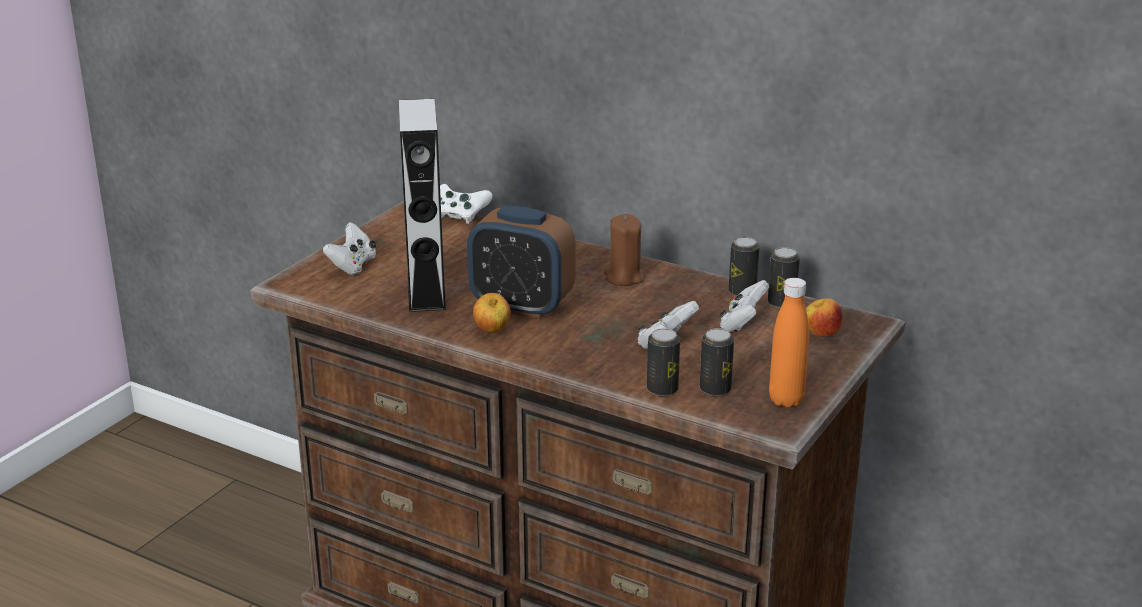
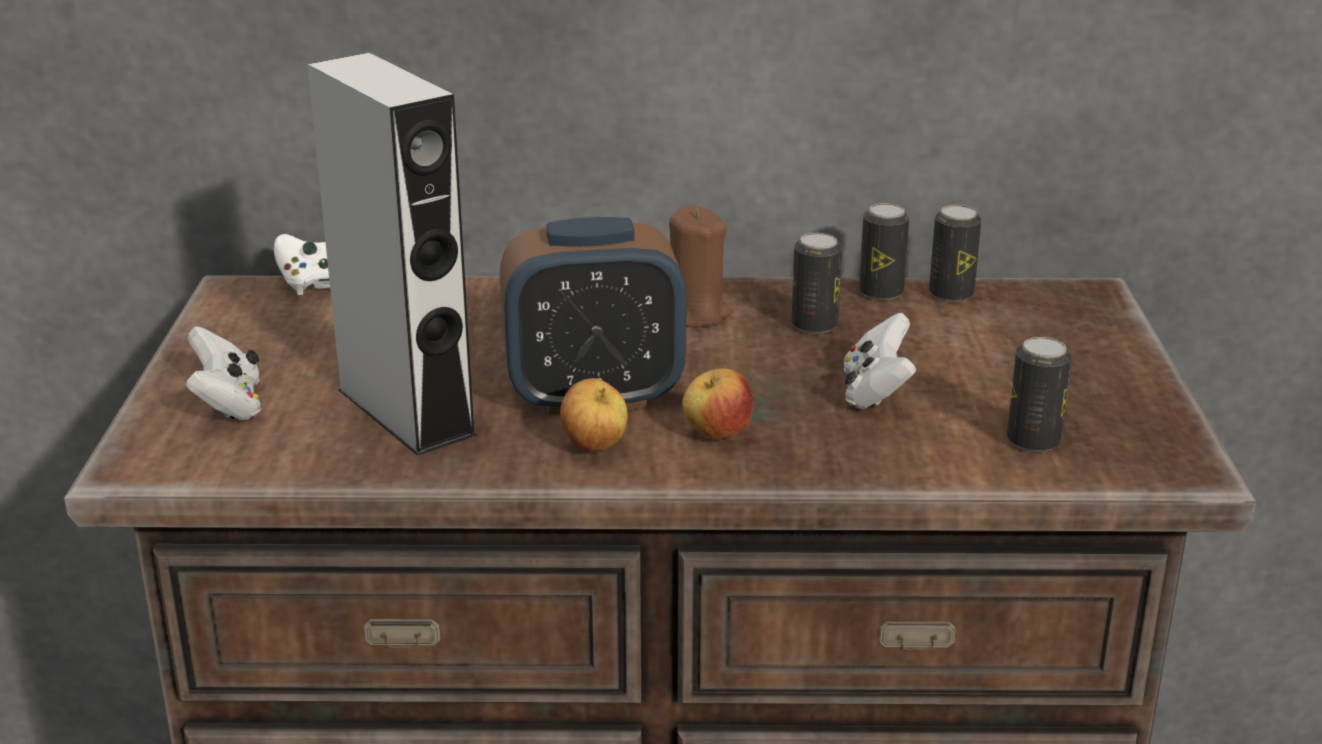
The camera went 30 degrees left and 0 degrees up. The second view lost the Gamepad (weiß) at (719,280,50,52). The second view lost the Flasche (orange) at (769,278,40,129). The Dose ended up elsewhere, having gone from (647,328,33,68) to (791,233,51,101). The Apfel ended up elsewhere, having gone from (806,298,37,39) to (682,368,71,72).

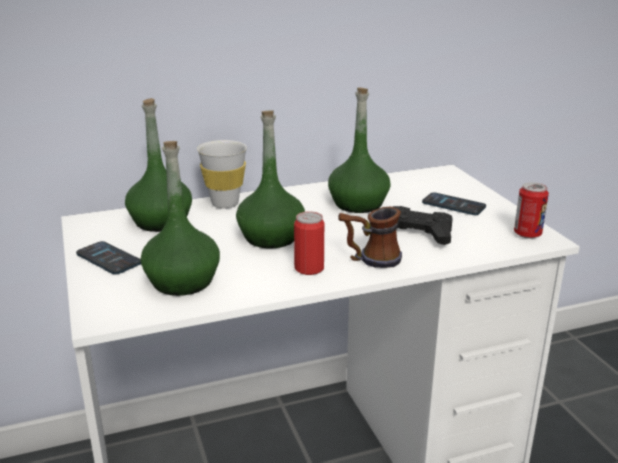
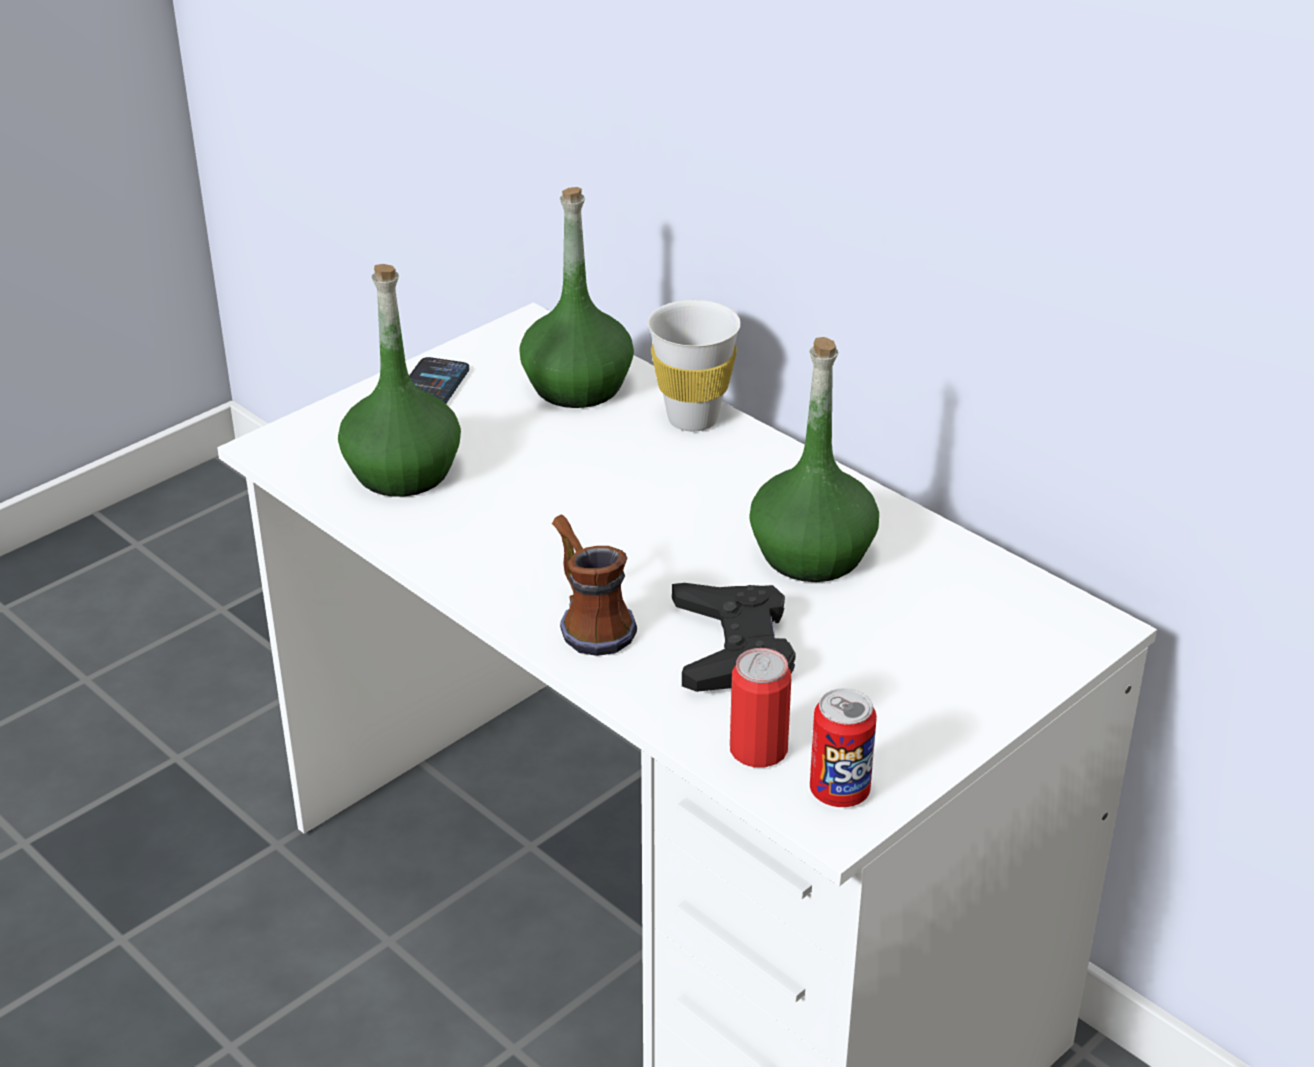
The camera went 65 degrees right and 10 degrees up. The second view lost the Flasche (grün) at (236,110,69,138). The second view lost the Handy at (422,193,64,22). The Dose ended up elsewhere, having gone from (294,211,30,64) to (730,648,61,120).

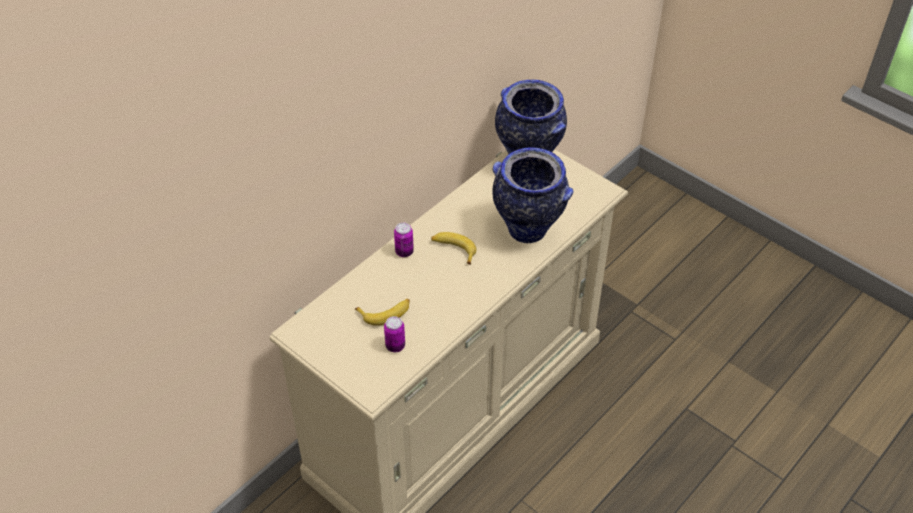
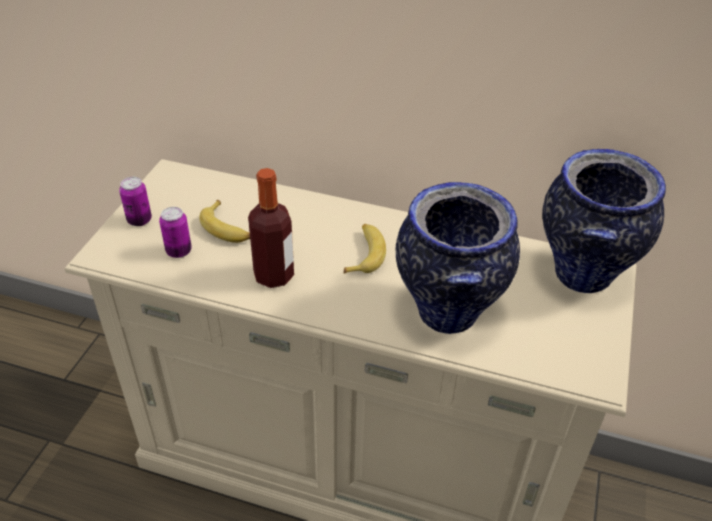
The camera went 65 degrees right and 5 degrees down. The second view gained the Flasche at (248,168,46,120). The Dose ended up elsewhere, having gone from (394,223,20,34) to (119,177,33,49).

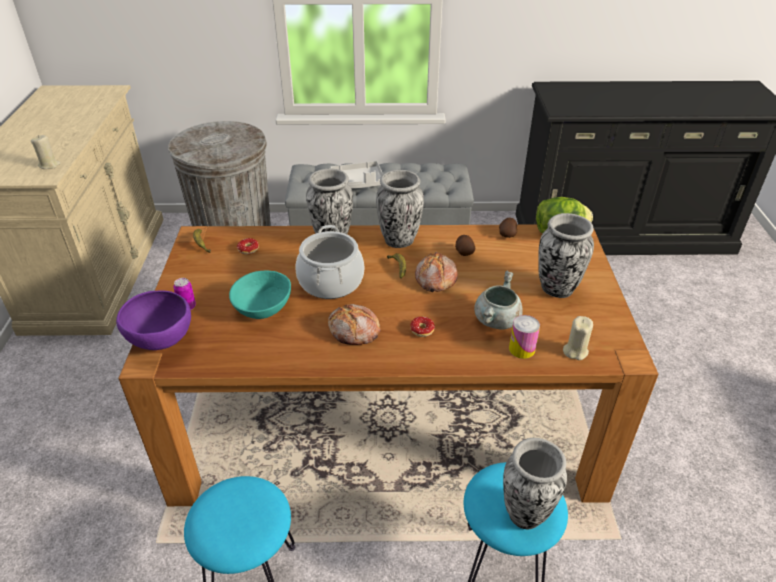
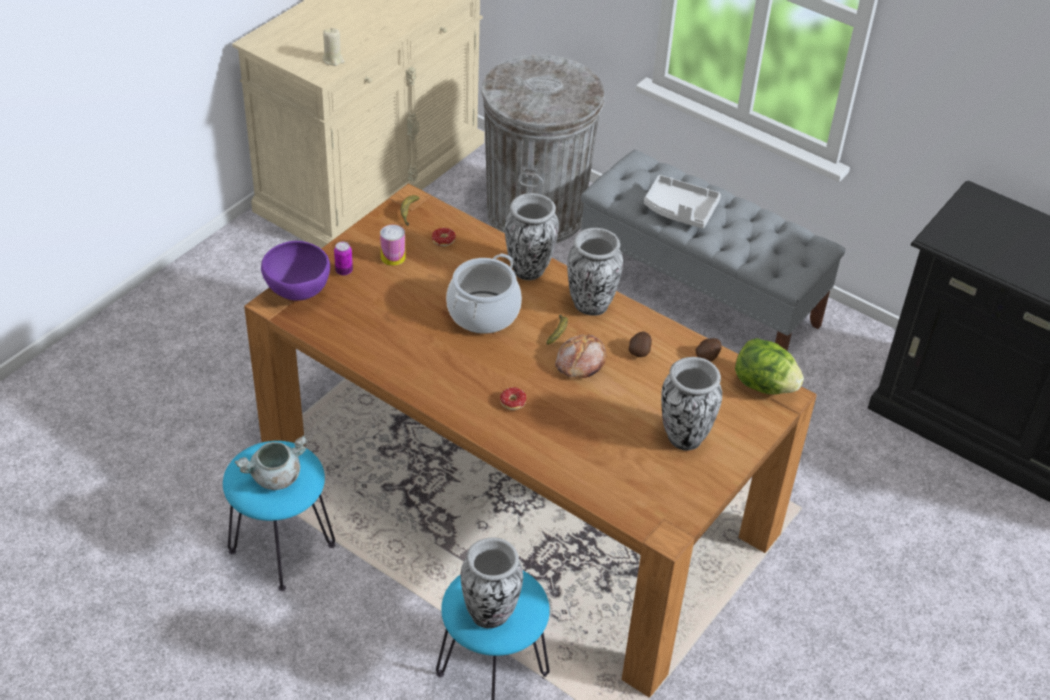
The camera went 35 degrees right and 5 degrees up. The second view lost the Schüssel (türkis) at (229,271,62,48). The second view lost the Brot at (328,304,53,41). The second view lost the Kerze (beige) at (563,316,30,44). The Kochtopf (grau) ended up elsewhere, having gone from (474,271,49,59) to (235,435,72,55). The Dose ended up elsewhere, having gone from (509,315,31,44) to (380,225,26,41).

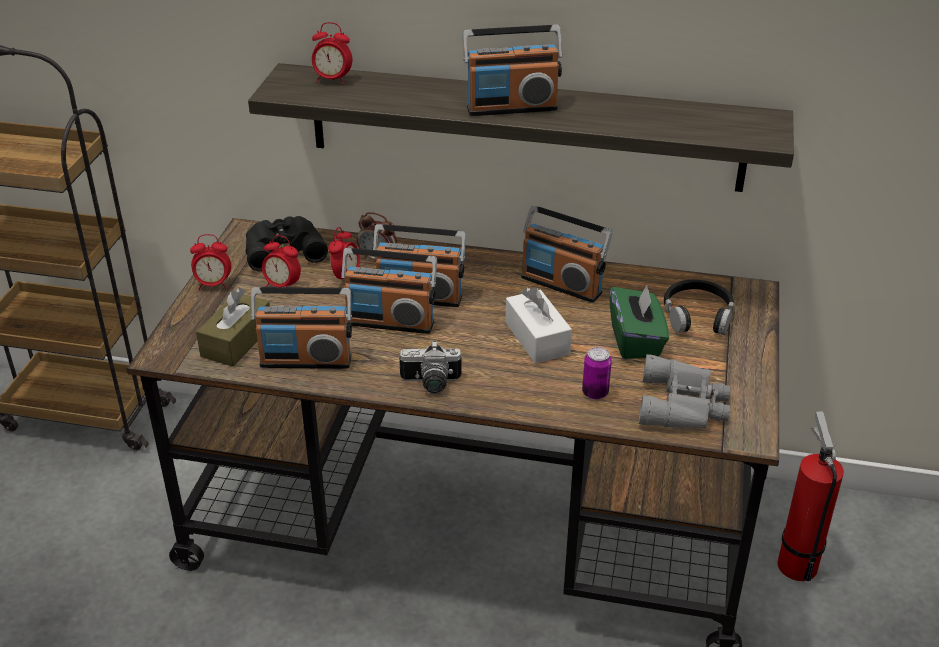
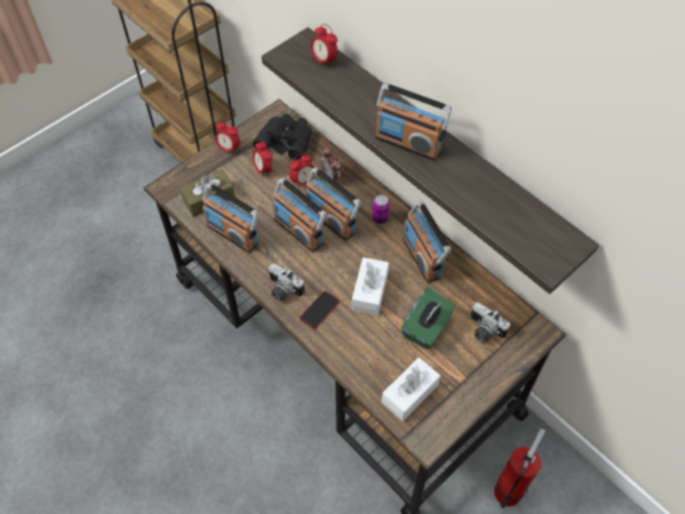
The camera went 35 degrees right and 20 degrees up. The second view gained the Handy at (299,291,40,38). The Dose ended up elsewhere, having gone from (582,347,30,53) to (372,195,18,29). Where the Fernglas (grau) stood at (639,354,91,74), the Taschentuchbox (weiß) came to stand at (382,357,59,64). Where the Kopfhörer (schwarz) stood at (664,280,70,55), the Kamera came to stand at (470,302,40,40).

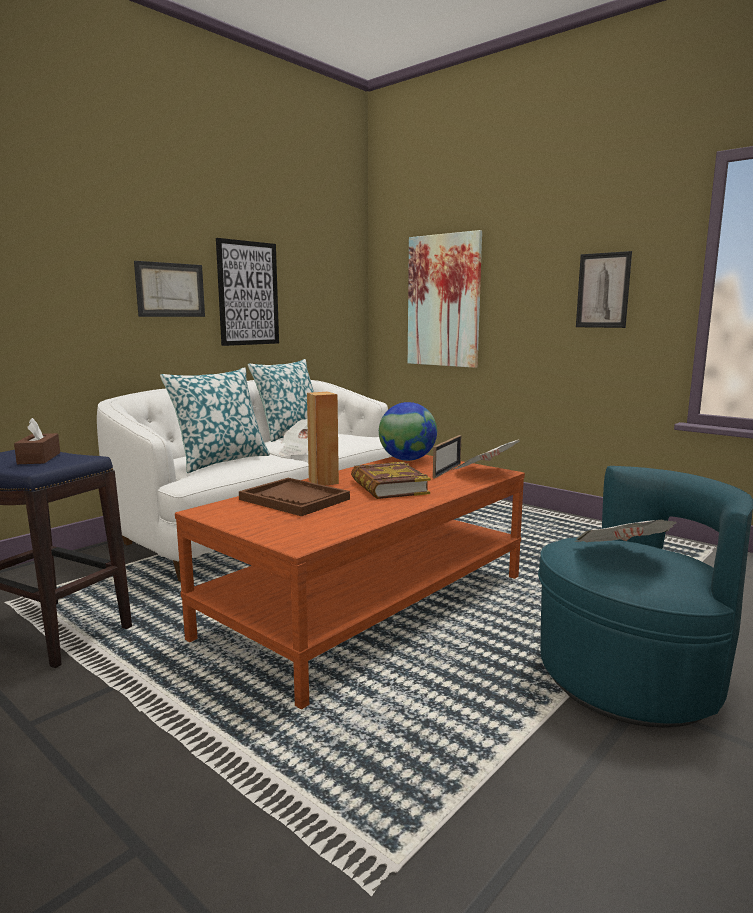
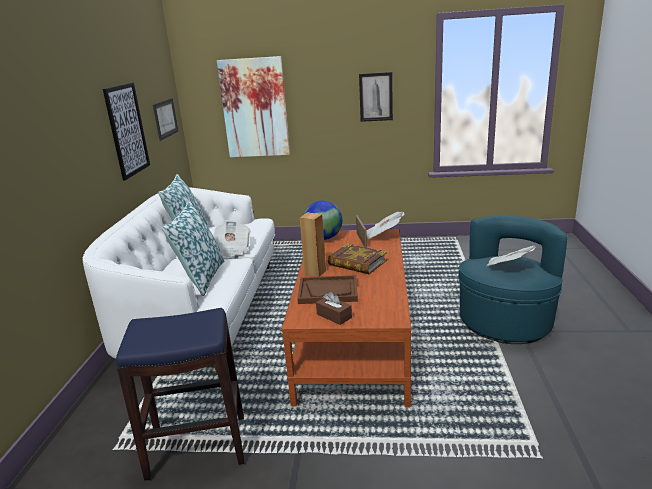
The camera went 35 degrees left and 10 degrees up. The Taschentuchbox (braun) ended up elsewhere, having gone from (14,418,46,46) to (316,292,36,33). The Bild ended up elsewhere, having gone from (134,261,71,56) to (153,98,25,43).

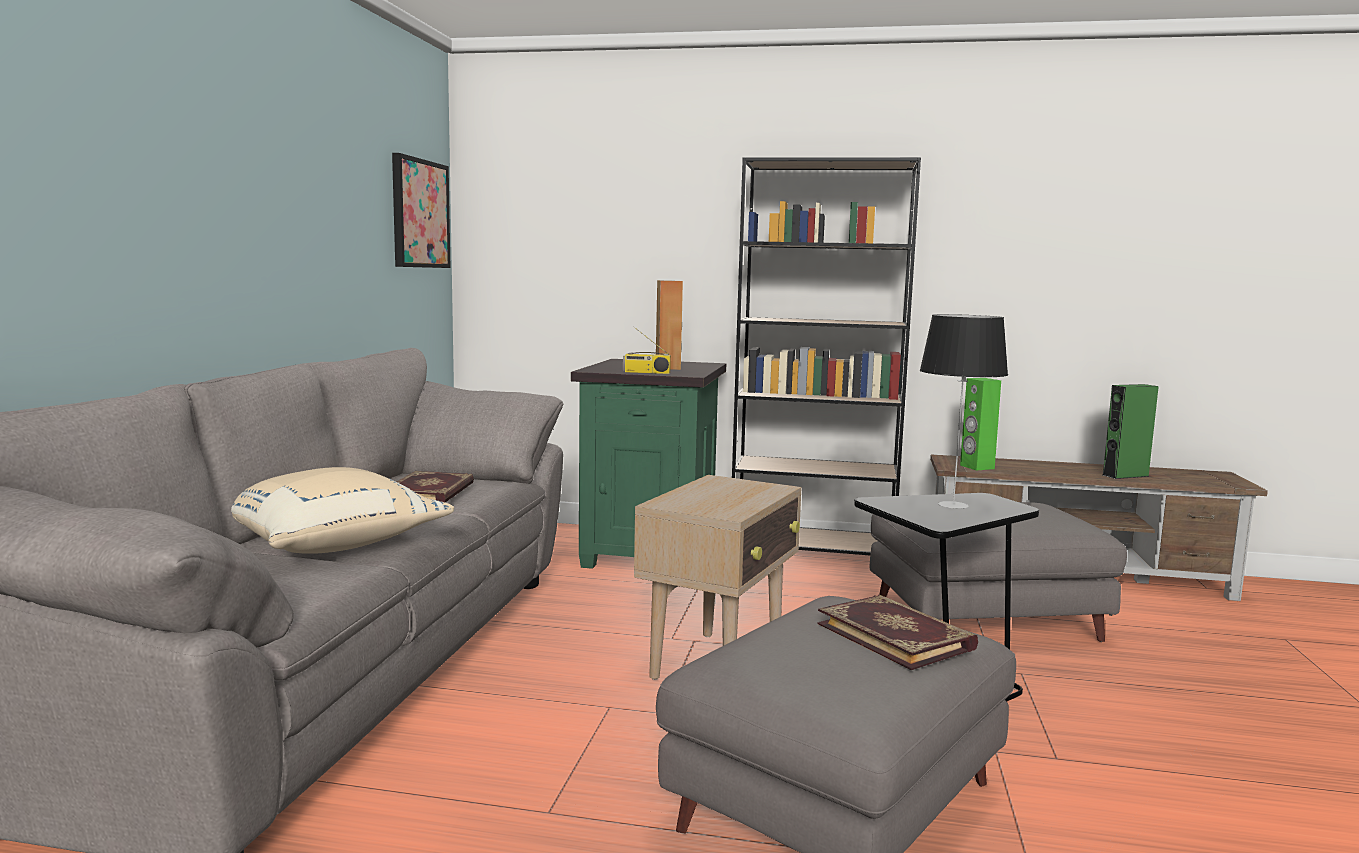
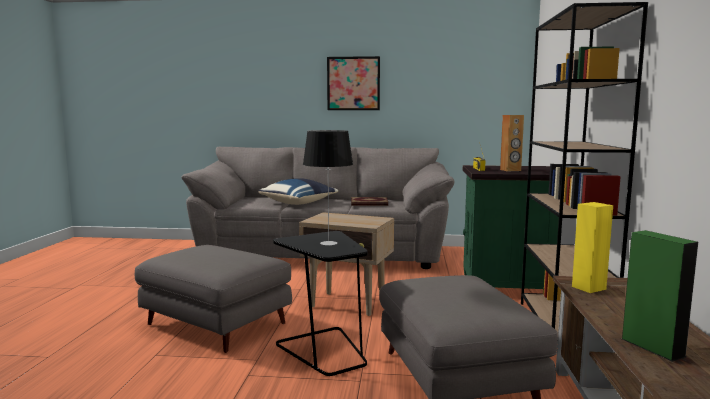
The camera went 85 degrees right and 0 degrees up. The second view lost the Buch at (817,595,161,75). The Bild ended up elsewhere, having gone from (392,153,58,115) to (327,56,53,54). What was the Kissen (beige) at (231,467,223,87) turned into the Kissen (blau) at (259,178,79,27). What was the Lautsprecher (grün) at (960,378,41,93) turned into the Lautsprecher (gelb) at (572,202,41,91).

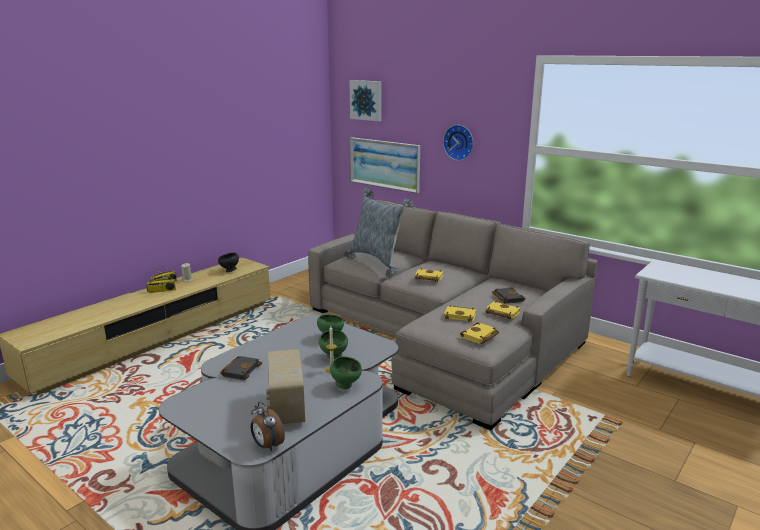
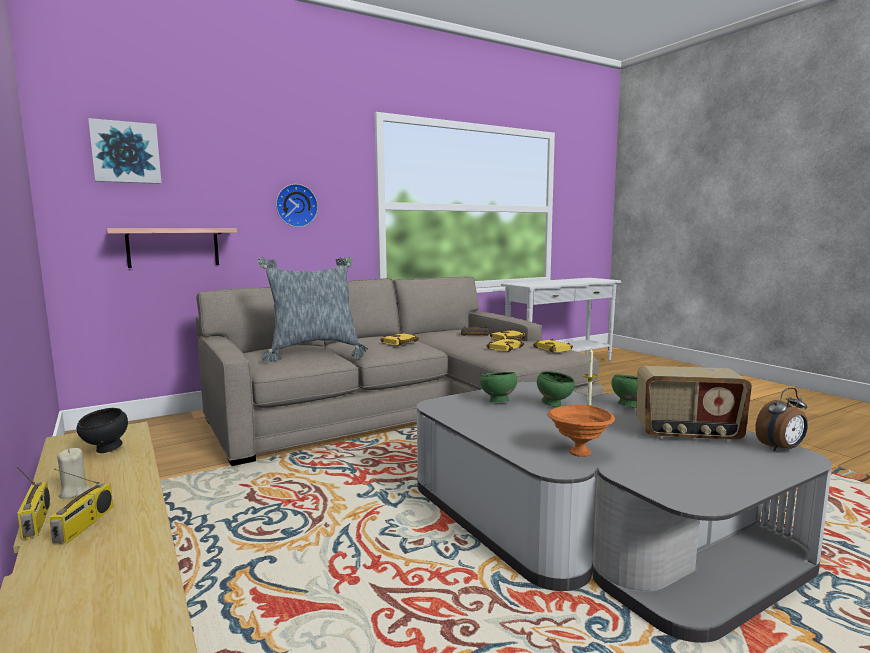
The camera went 70 degrees left and 10 degrees down. Where the Buch (schwarz) stood at (220,356,42,24), the Schüssel (orange) came to stand at (547,405,68,52). Where the Bild hung at (350,137,70,57), the Wandregal came to hang at (107,228,130,40).

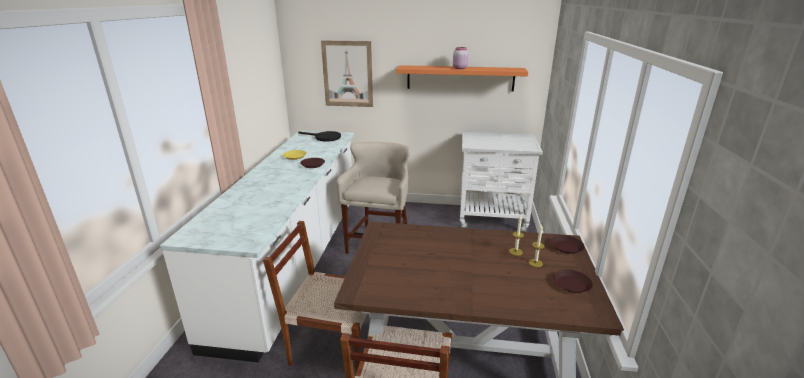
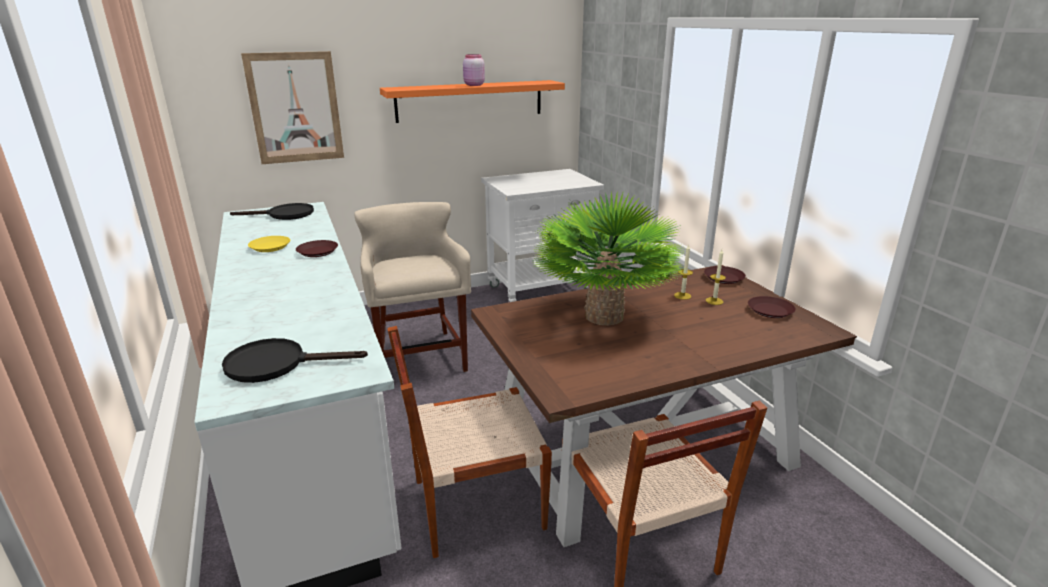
The camera went 30 degrees left and 0 degrees up. The second view gained the Pfanne (schwarz) at (222,338,146,45). The second view gained the Topfpflanze at (531,192,154,133).

